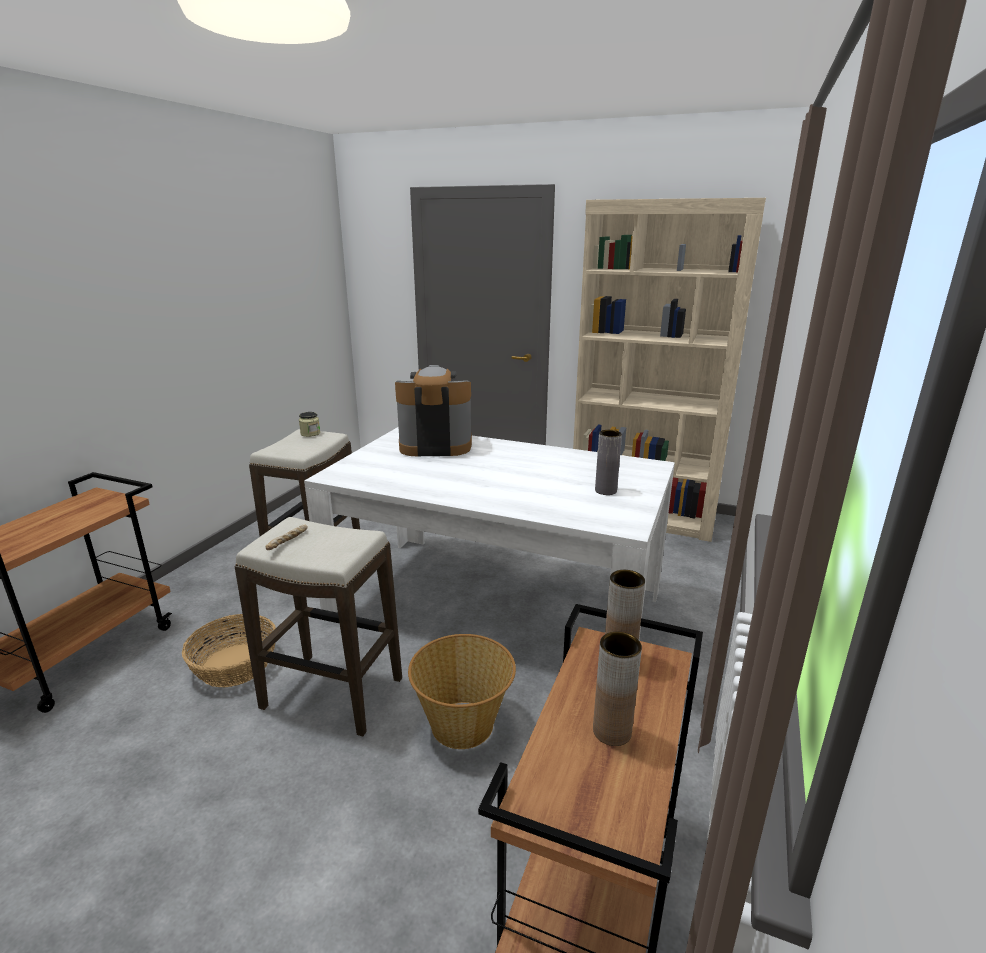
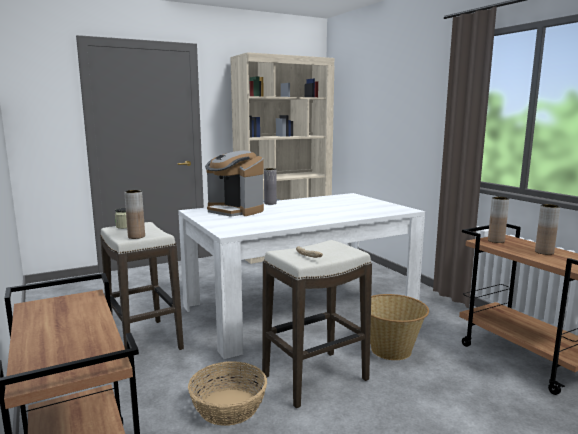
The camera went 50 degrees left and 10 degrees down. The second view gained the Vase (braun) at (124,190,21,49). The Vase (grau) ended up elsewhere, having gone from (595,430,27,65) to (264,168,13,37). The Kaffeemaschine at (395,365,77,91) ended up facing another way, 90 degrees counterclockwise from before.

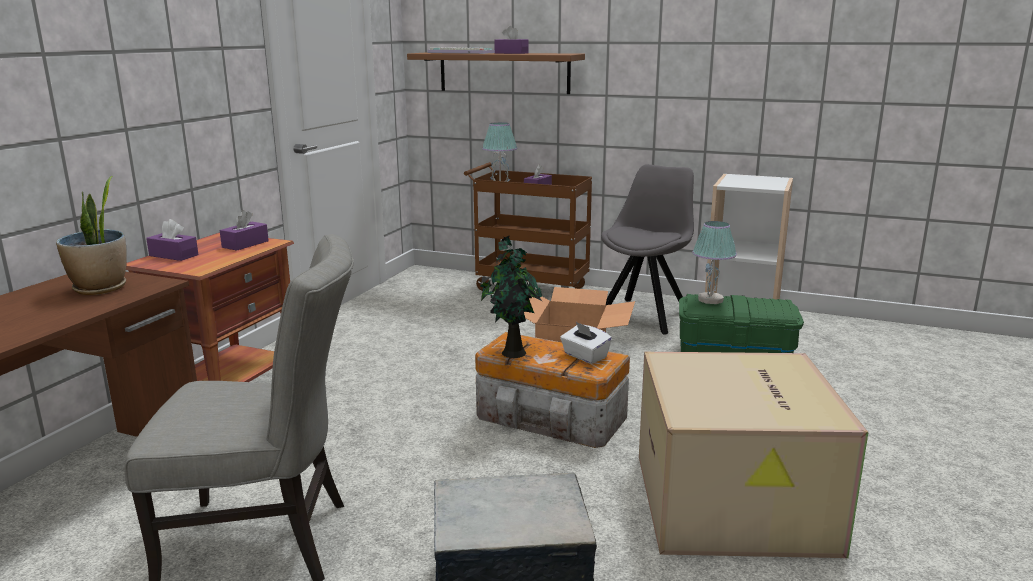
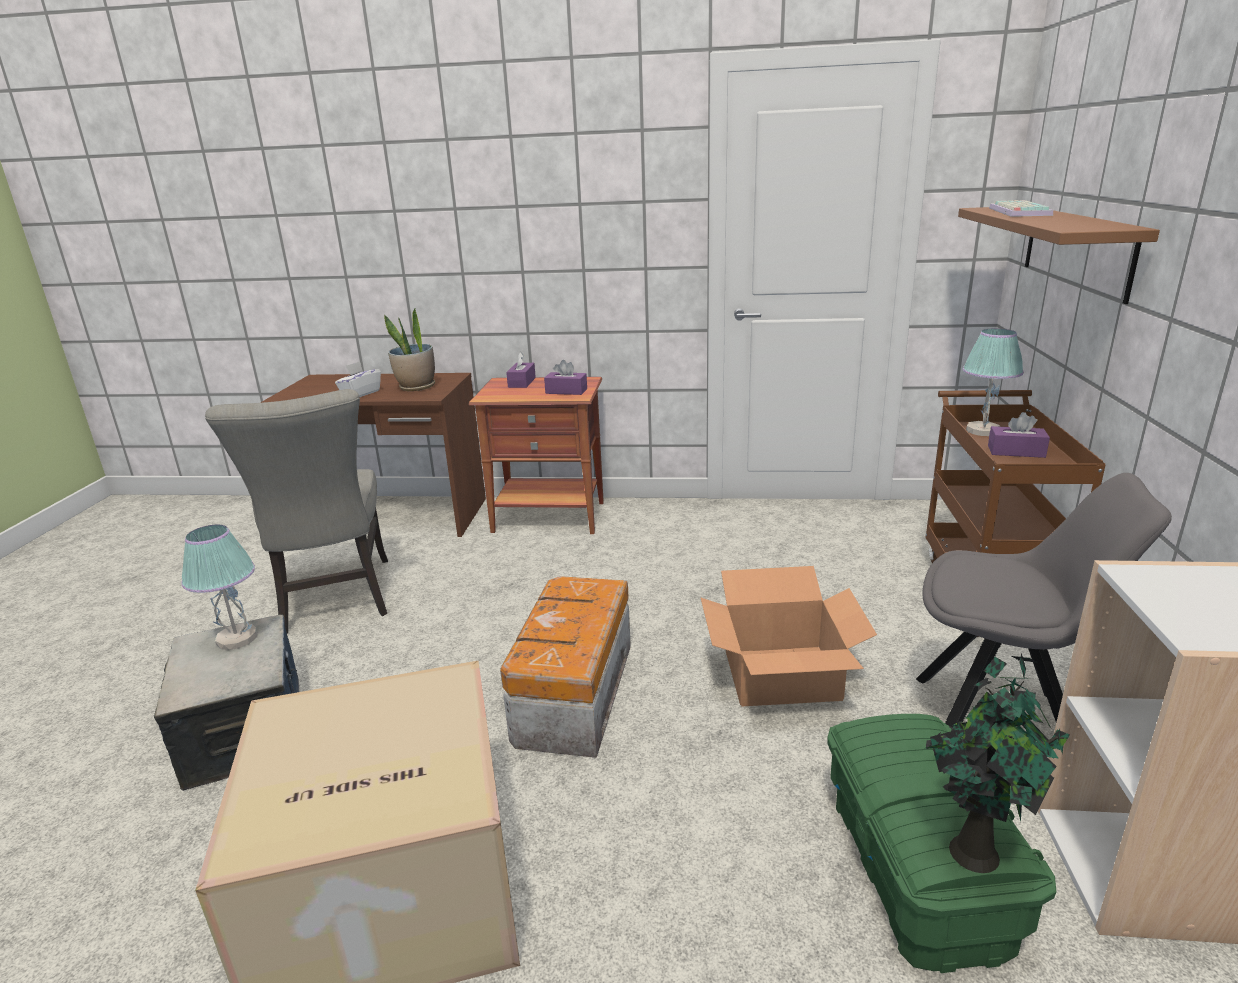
The camera went 75 degrees right and 5 degrees up. The second view lost the Taschentuchbox (lila) at (495,26,34,28). The Topfpflanze ended up elsewhere, having gone from (481,235,61,123) to (926,653,144,220). The Taschentuchbox (weiß) ended up elsewhere, having gone from (560,322,52,42) to (335,361,46,36). The Tischlampe ended up elsewhere, having gone from (692,221,45,83) to (181,525,76,125).

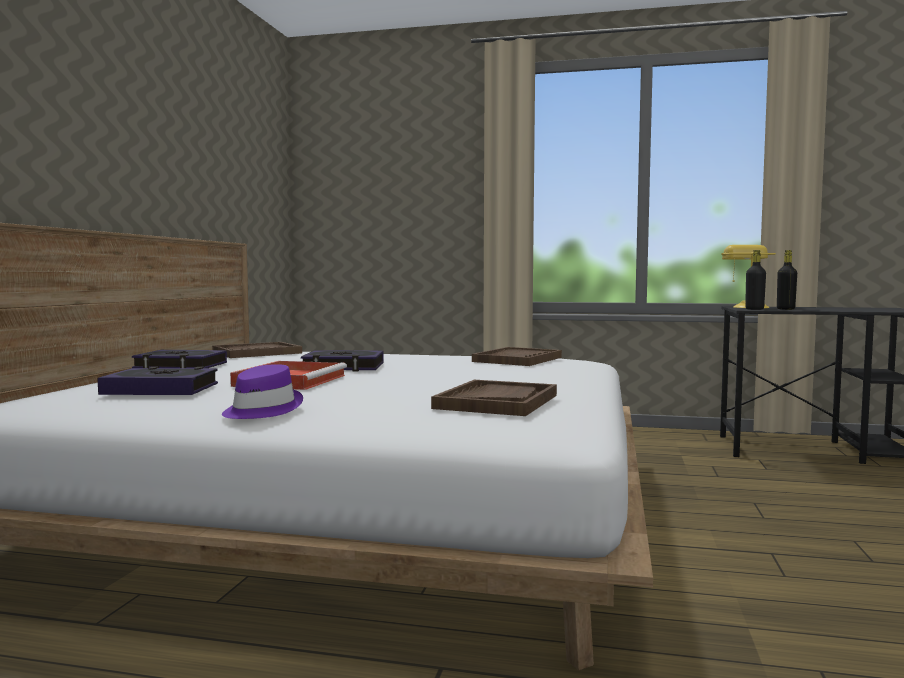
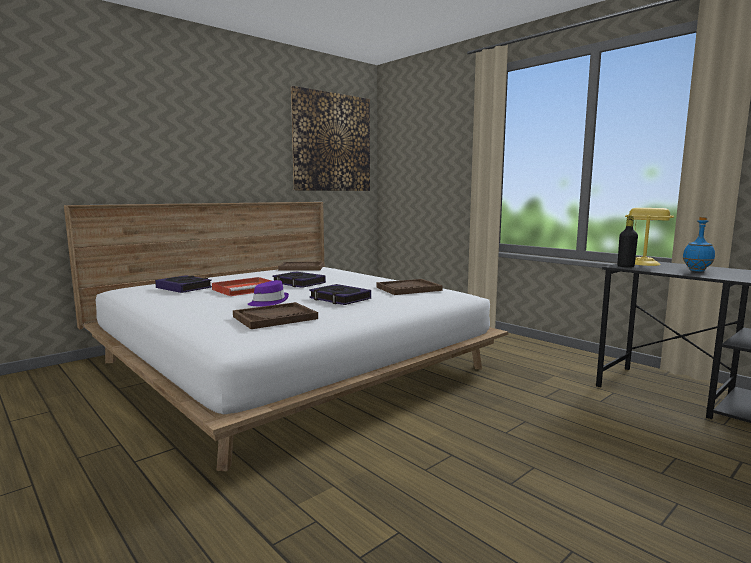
The camera went 35 degrees right and 5 degrees up. The second view lost the Flasche (schwarz) at (777,250,20,60). The second view gained the Bild at (291,86,79,105). The second view gained the Flasche (blau) at (682,217,33,55). The Buch ended up elsewhere, having gone from (132,350,95,18) to (309,284,62,21). The Hut (lila) ended up elsewhere, having gone from (222,364,81,55) to (248,280,41,27).

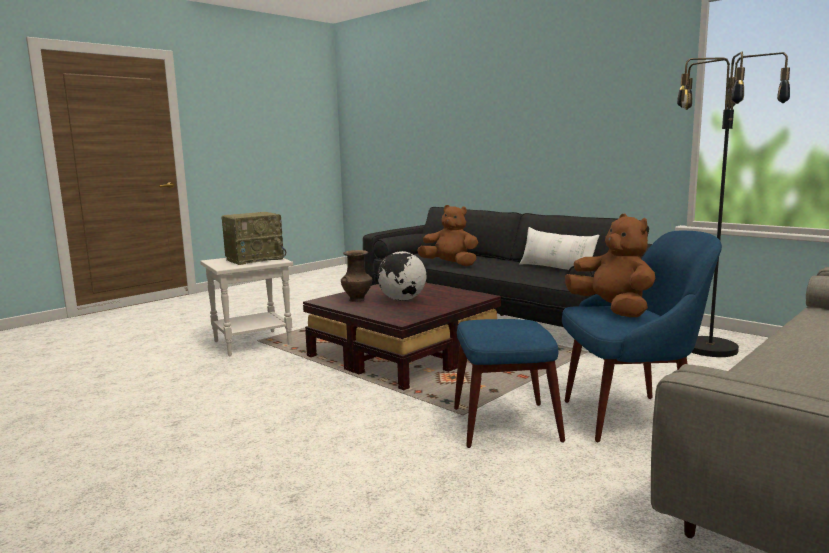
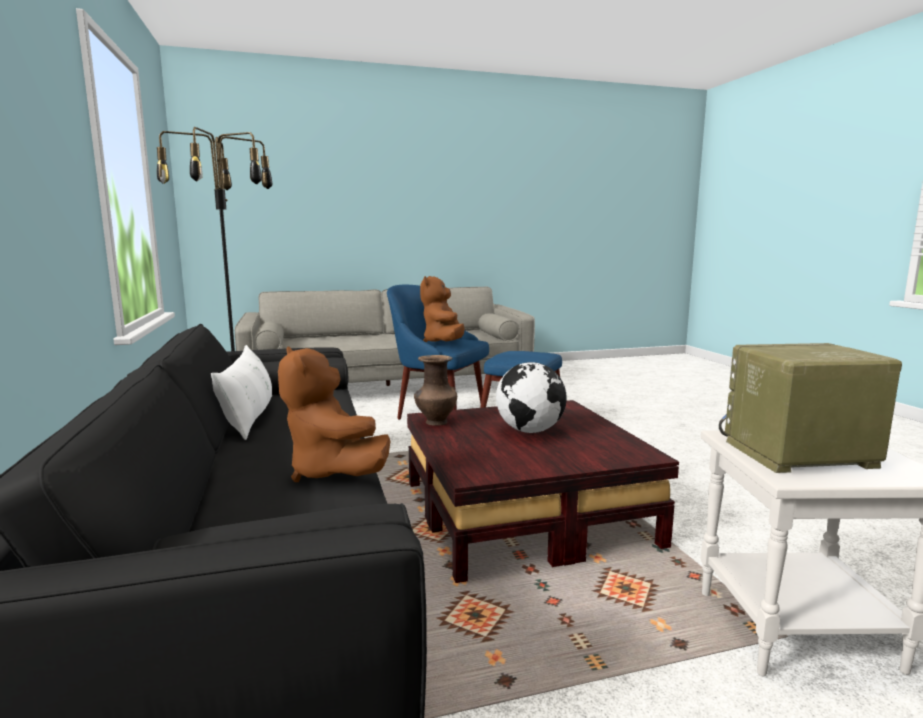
The camera went 150 degrees left and 0 degrees up. The Vase (braun) ended up elsewhere, having gone from (341,250,31,52) to (414,355,43,71).

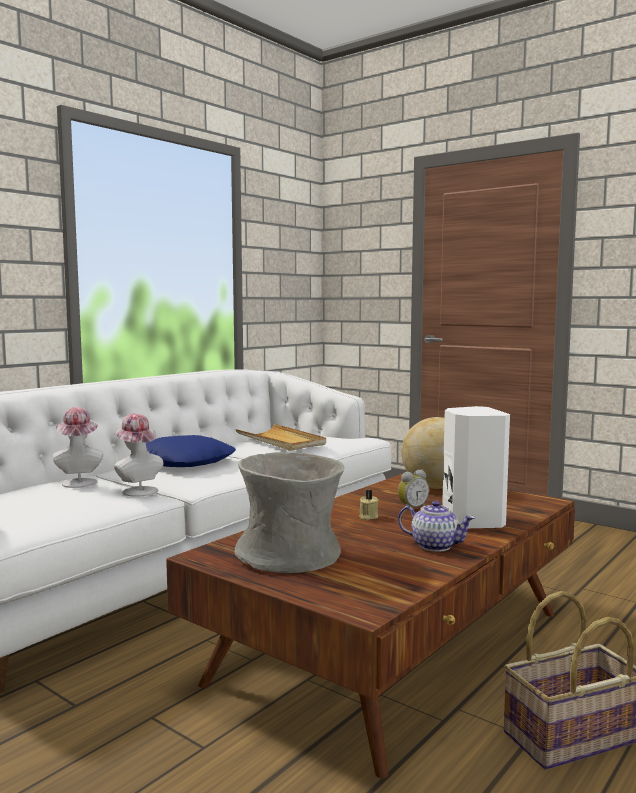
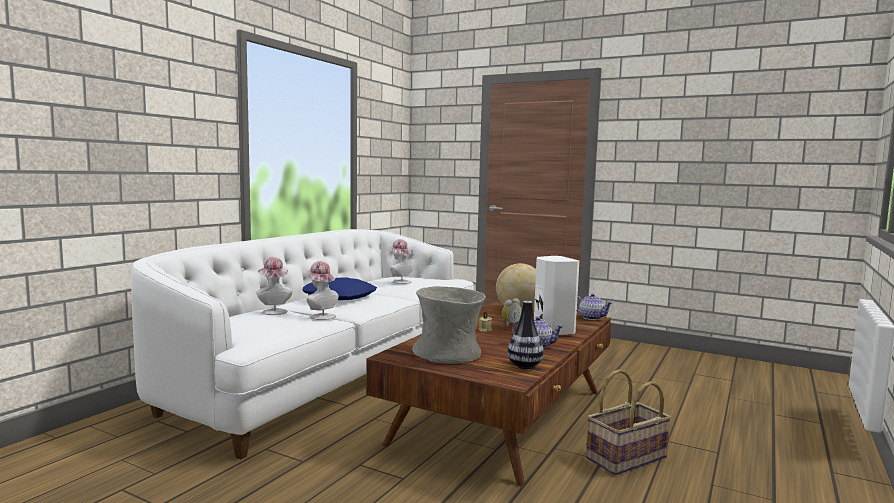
The camera went 10 degrees left and 0 degrees up. The second view gained the Vase at (507,301,37,68). The second view gained the Teekanne at (577,293,36,27). Where the Tablett (beige) stood at (235,424,91,27), the Hut came to stand at (388,239,25,45).

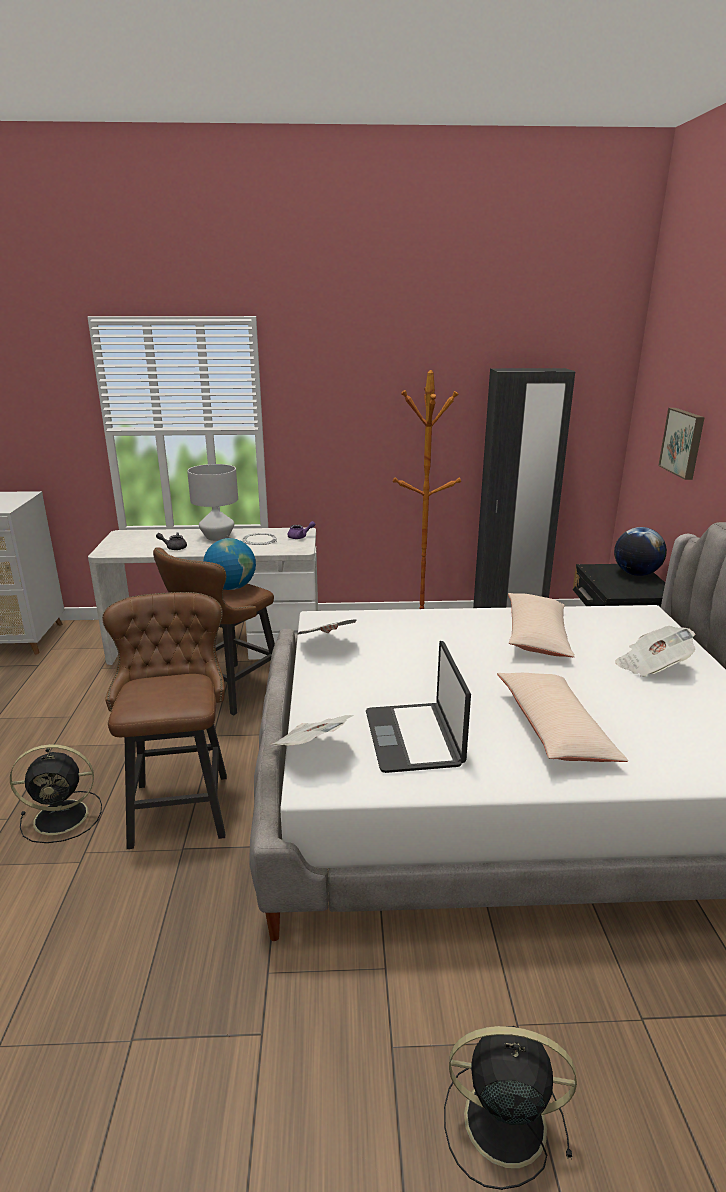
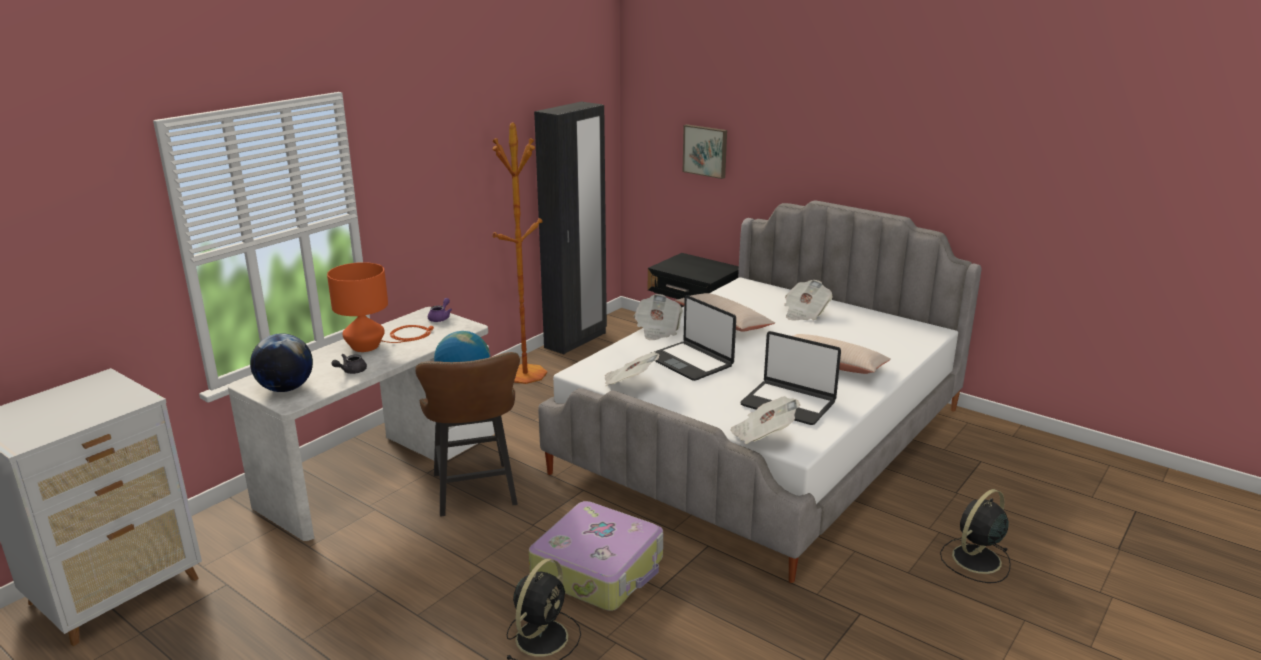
The camera went 50 degrees left and 0 degrees up. The second view gained the Zeitung at (634,294,49,46). The second view gained the Laptop at (651,295,85,86). The Globus ended up elsewhere, having gone from (614,527,53,49) to (250,333,63,59). Where the Hocker (braun) stood at (102,592,125,257), the Koffer came to stand at (529,501,134,110). What was the Tischlampe (weiß) at (187,464,90,81) turned into the Tischlampe (orange) at (327,262,107,90).

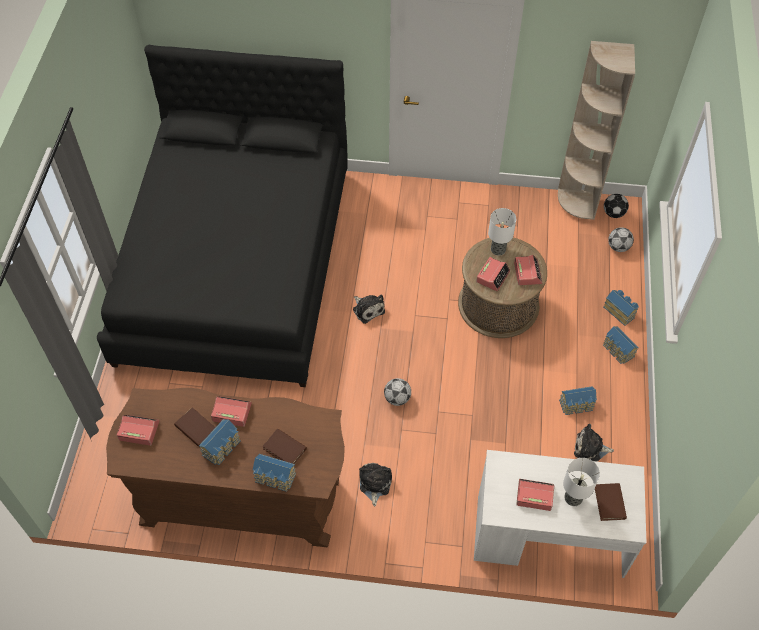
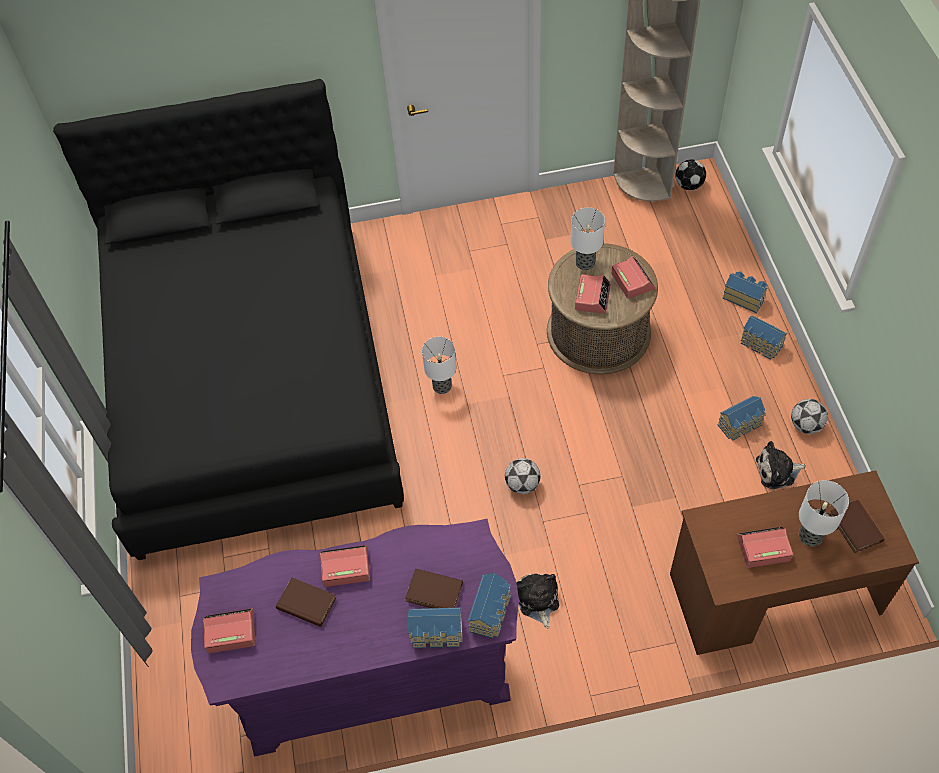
The camera went 15 degrees left and 0 degrees up. The Spielzeughaus ended up elsewhere, having gone from (199,419,42,46) to (468,573,43,66). The Fußball ended up elsewhere, having gone from (608,227,26,25) to (791,399,37,35). Where the Plüschtier stood at (353,295,32,29), the Tischlampe came to stand at (422,337,34,57). What was the Kommode (braun) at (106,388,239,160) turned into the Kommode (lila) at (191,519,328,238). What was the Schreibtisch (weiß) at (474,450,172,128) turned into the Schreibtisch (braun) at (670,470,249,185).

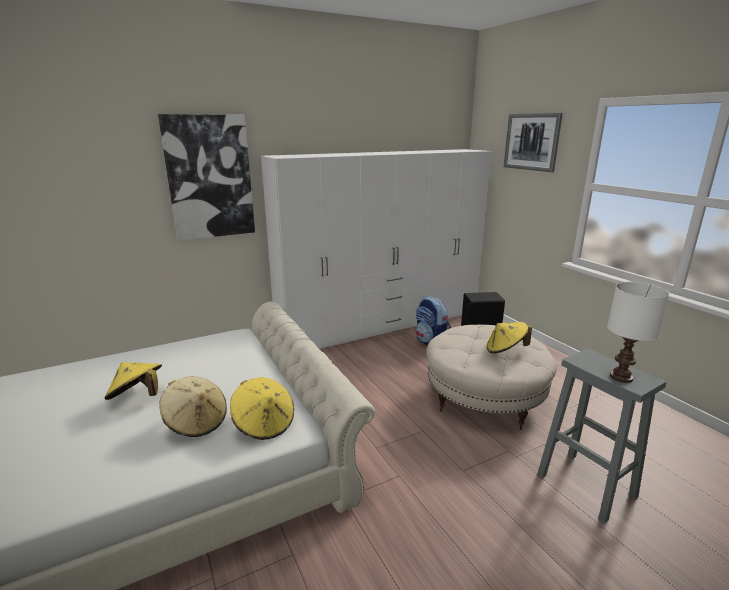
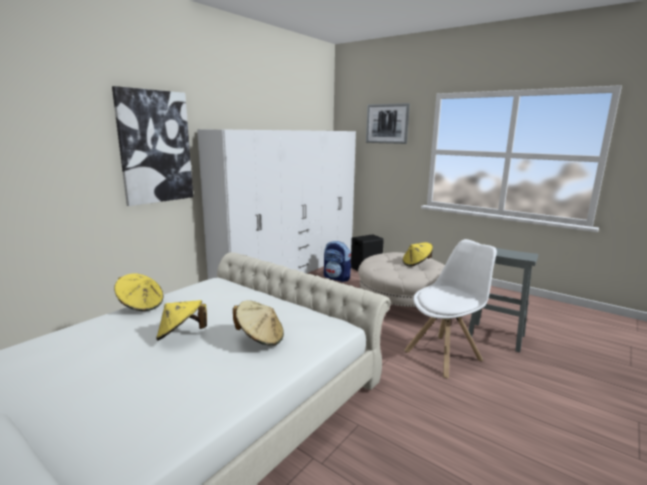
The camera went 25 degrees left and 5 degrees down. The second view lost the Tischlampe (weiß) at (607,282,62,101). The second view gained the Stuhl (weiß) at (404,239,93,139). The Hut (gelb) ended up elsewhere, having gone from (230,377,64,63) to (114,273,49,38).

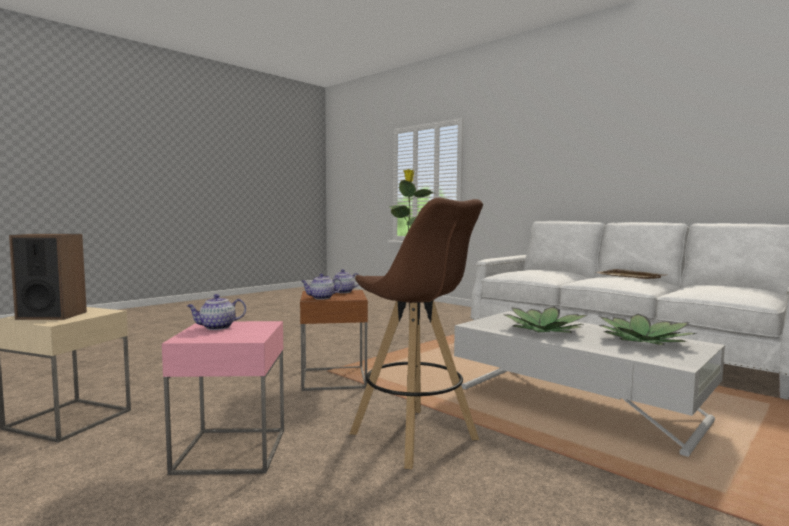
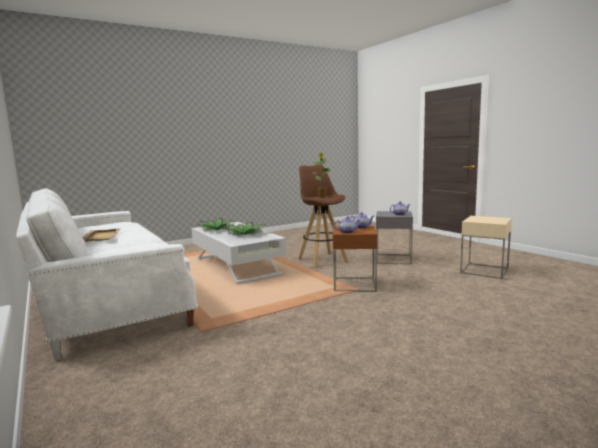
The camera went 165 degrees left and 5 degrees up. The second view lost the Lautsprecher at (9,234,78,86). What was the Beistelltisch (rosa) at (162,321,122,154) turned into the Beistelltisch (grau) at (376,211,37,54).

